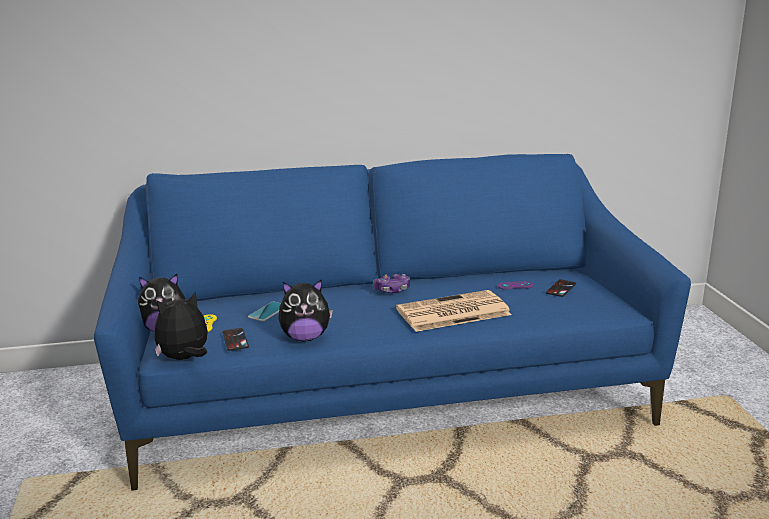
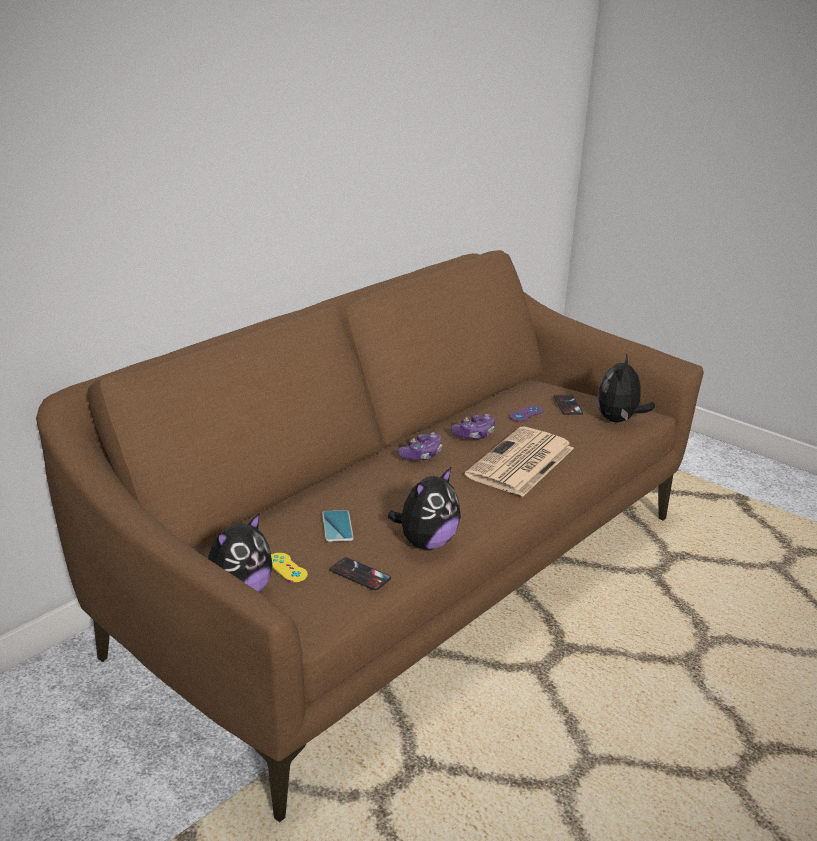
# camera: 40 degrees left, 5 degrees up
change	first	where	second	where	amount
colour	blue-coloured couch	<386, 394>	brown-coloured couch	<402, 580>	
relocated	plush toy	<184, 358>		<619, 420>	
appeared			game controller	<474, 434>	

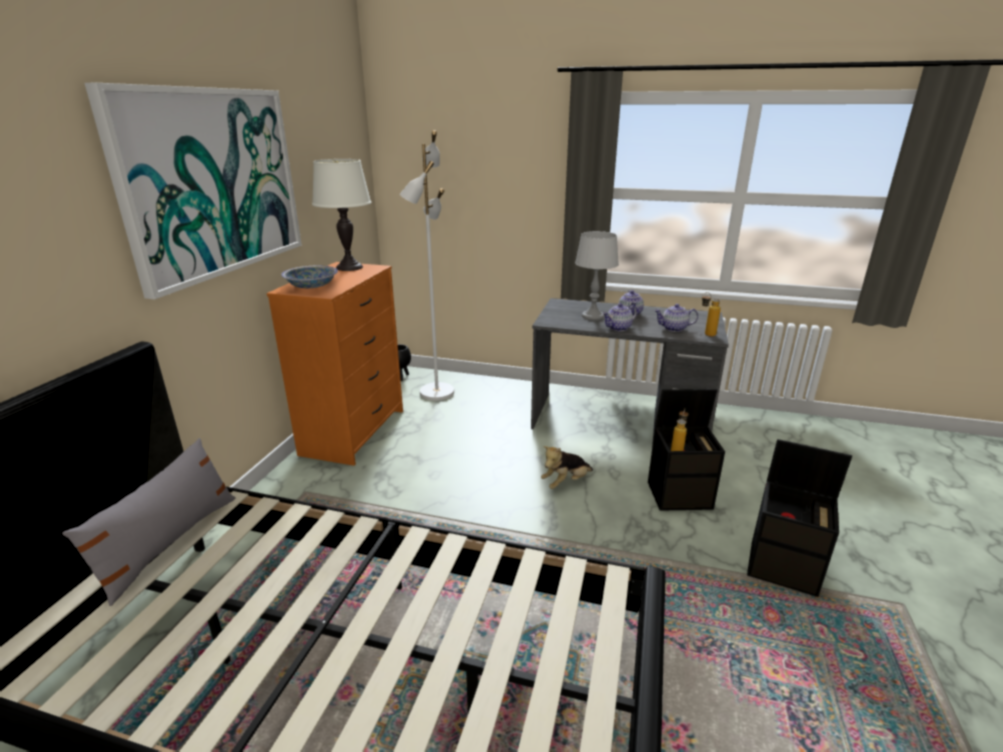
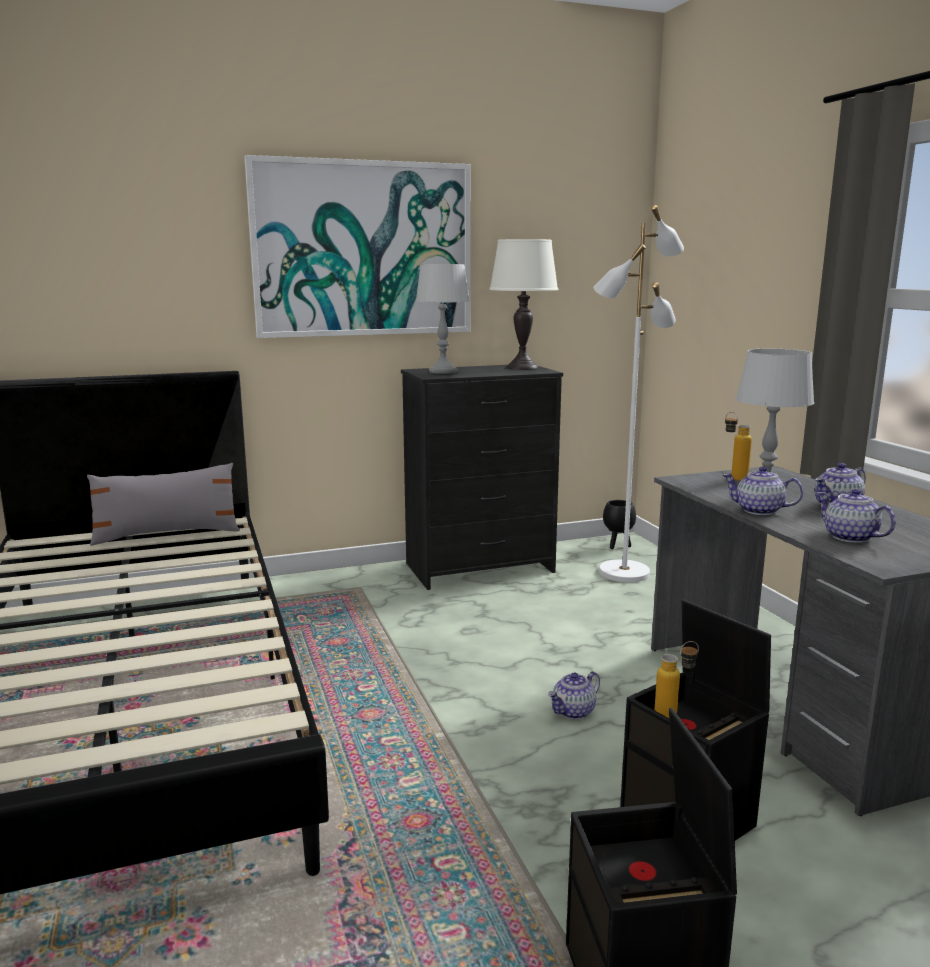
# camera: 55 degrees right, 10 degrees down
change	first	where	second	where	amount
colour	orangey chest of drawers	<354, 432>	black-coloured chest of drawers	<480, 568>	
exchanged	bowl	<311, 286>	gray tabletop lamp	<442, 371>	
relocated	bottle	<705, 334>		<733, 477>	
exchanged	plush toy	<565, 482>	teapot	<573, 712>	

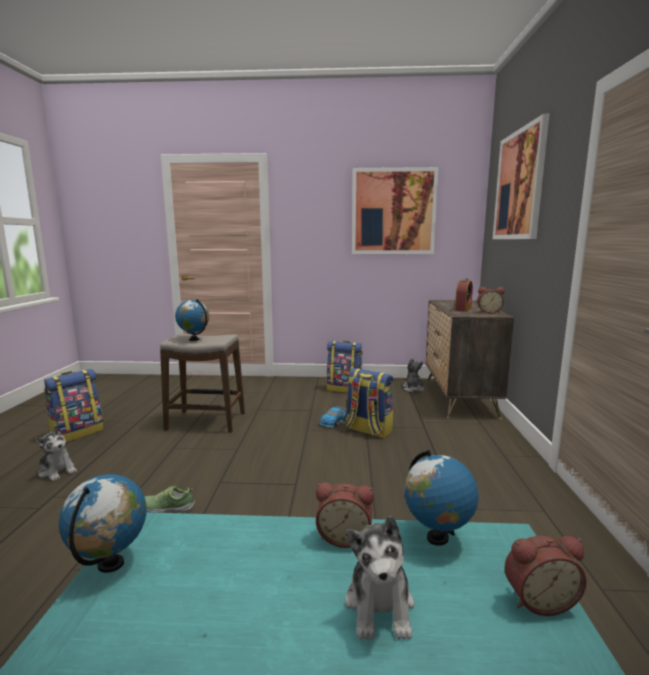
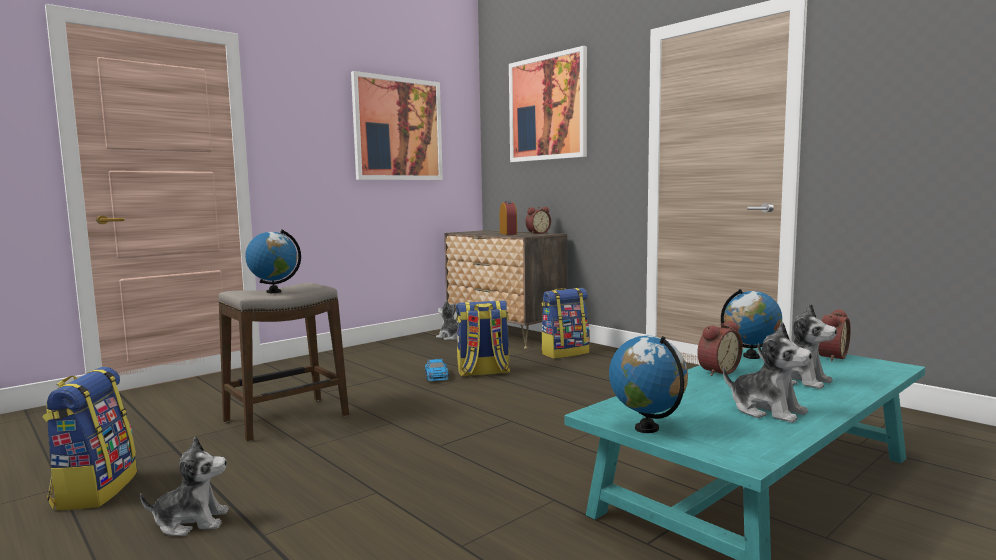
# camera: 45 degrees left, 5 degrees down
change	first	where	second	where	amount
relocated	rucksack	<344, 389>		<565, 353>	
missing	low shoe	<167, 507>			
appeared			plush toy	<767, 410>	

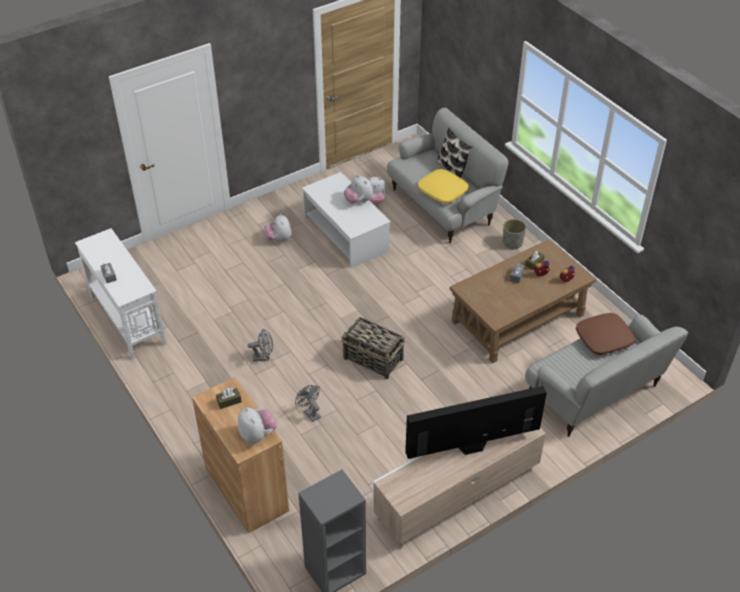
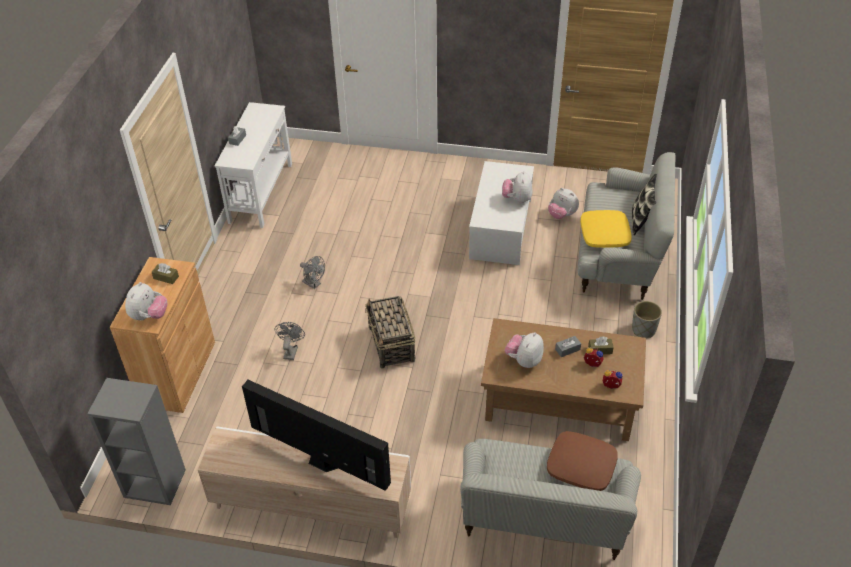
# camera: 45 degrees right, 0 degrees up
change	first	where	second	where	amount
relocated	plush toy	<279, 239>		<524, 360>	

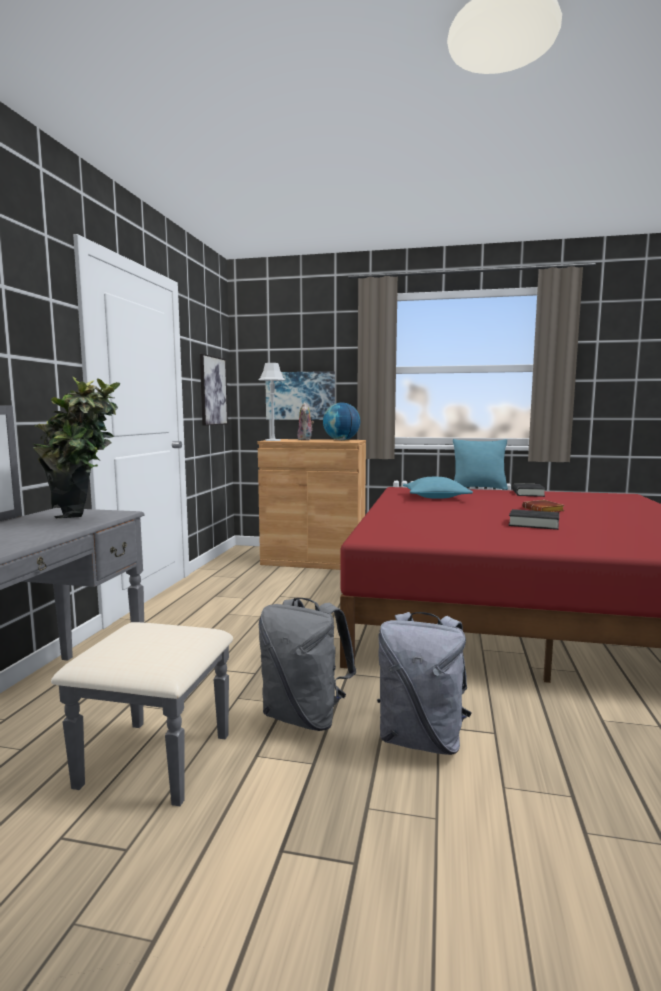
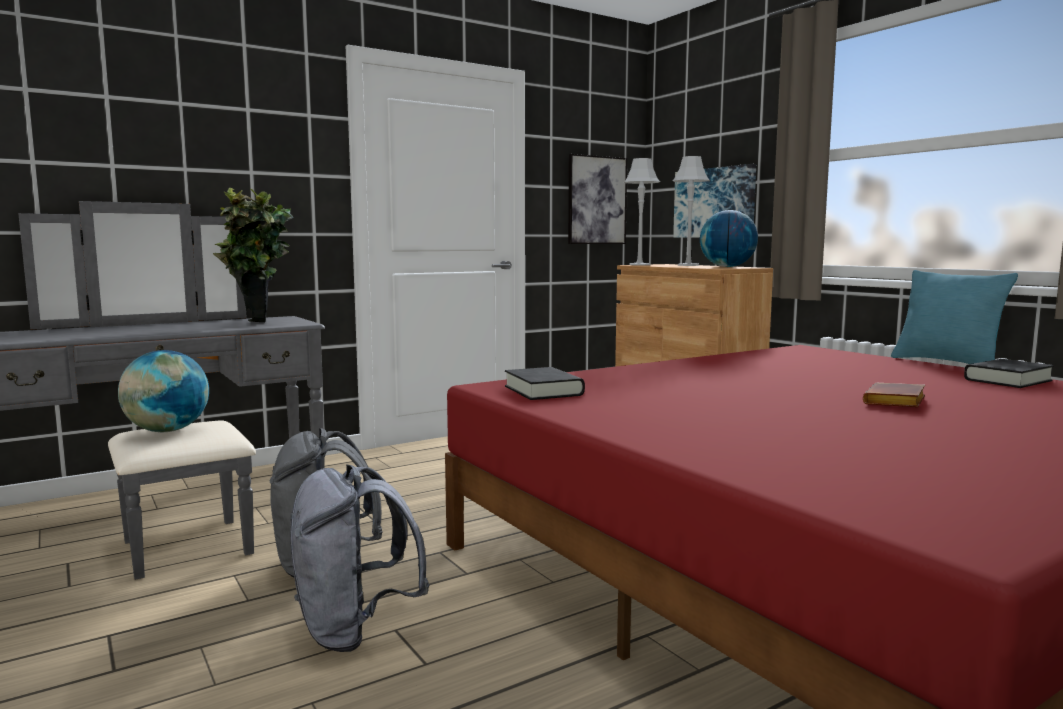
# camera: 45 degrees right, 0 degrees up
change	first	where	second	where	amount
exchanged	plush toy	<305, 439>	gray tabletop lamp	<688, 265>	
missing	turquoise cushion	<436, 497>			
relocated	black-coloured bound book	<533, 524>		<543, 391>	
appeared			desk globe	<167, 431>	

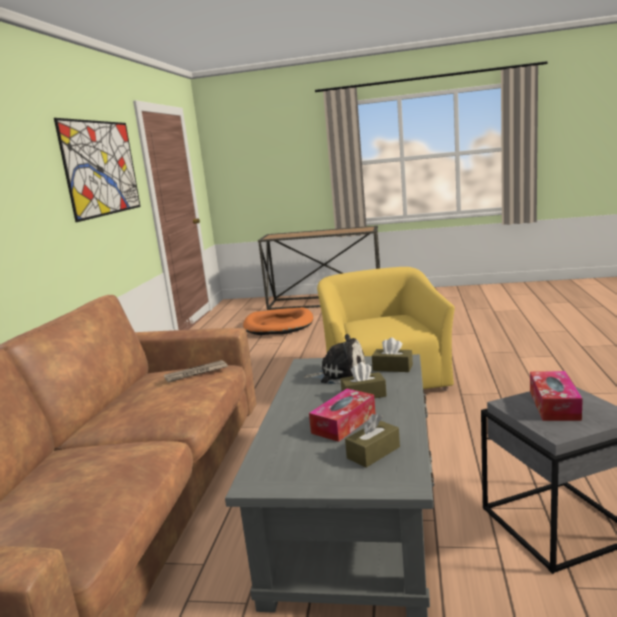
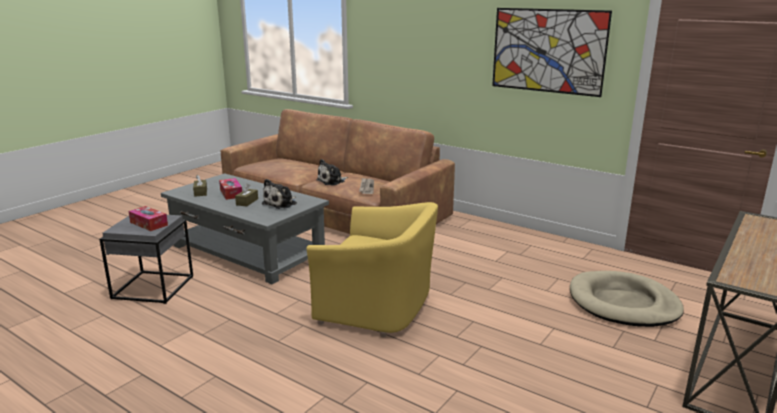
# camera: 115 degrees right, 5 degrees up
change	first	where	second	where	amount
colour	orangey dog cushion	<279, 325>	beige-coloured dog cushion	<623, 303>	
missing	brown-coloured tissue box	<392, 367>			
appeared			plush toy	<332, 181>	

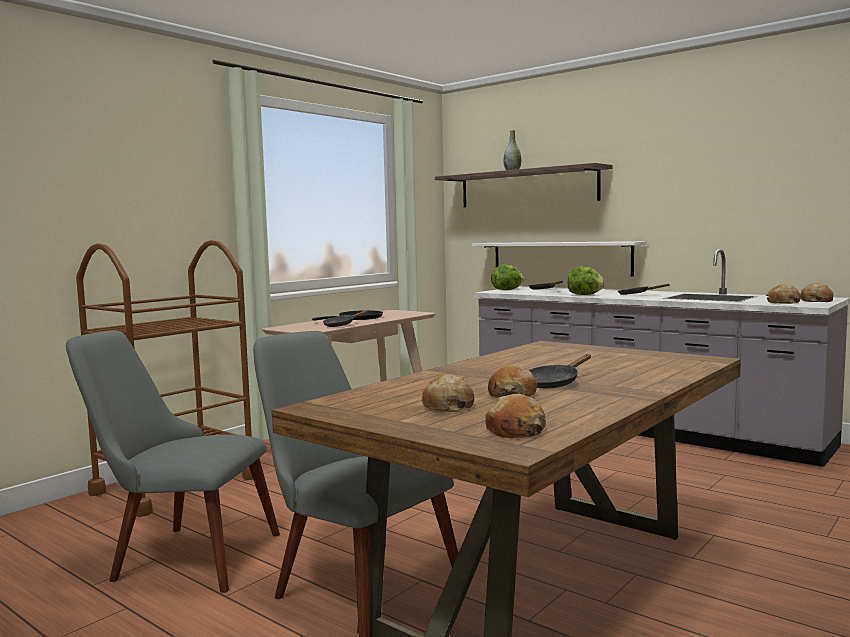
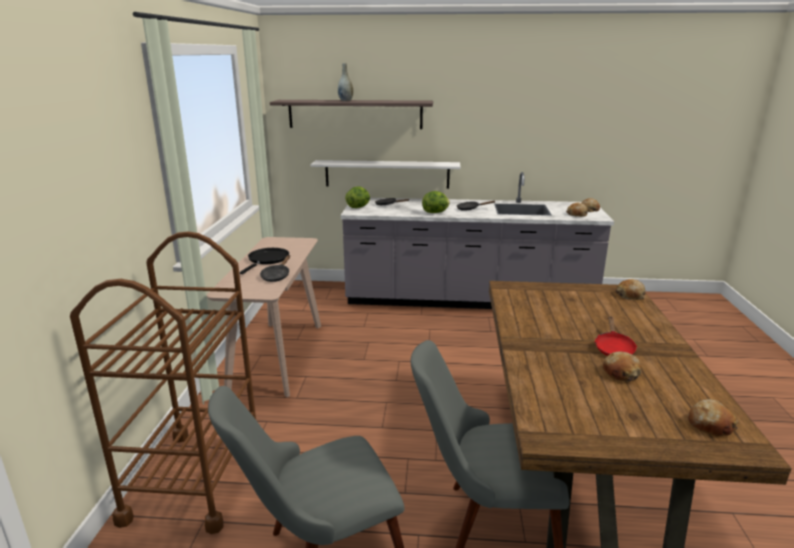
# camera: 35 degrees left, 15 degrees up
change	first	where	second	where	amount
colour	black-coloured frying pan	<554, 383>	reddish frying pan	<613, 348>	
relocated	bakery bread	<447, 406>		<630, 295>	

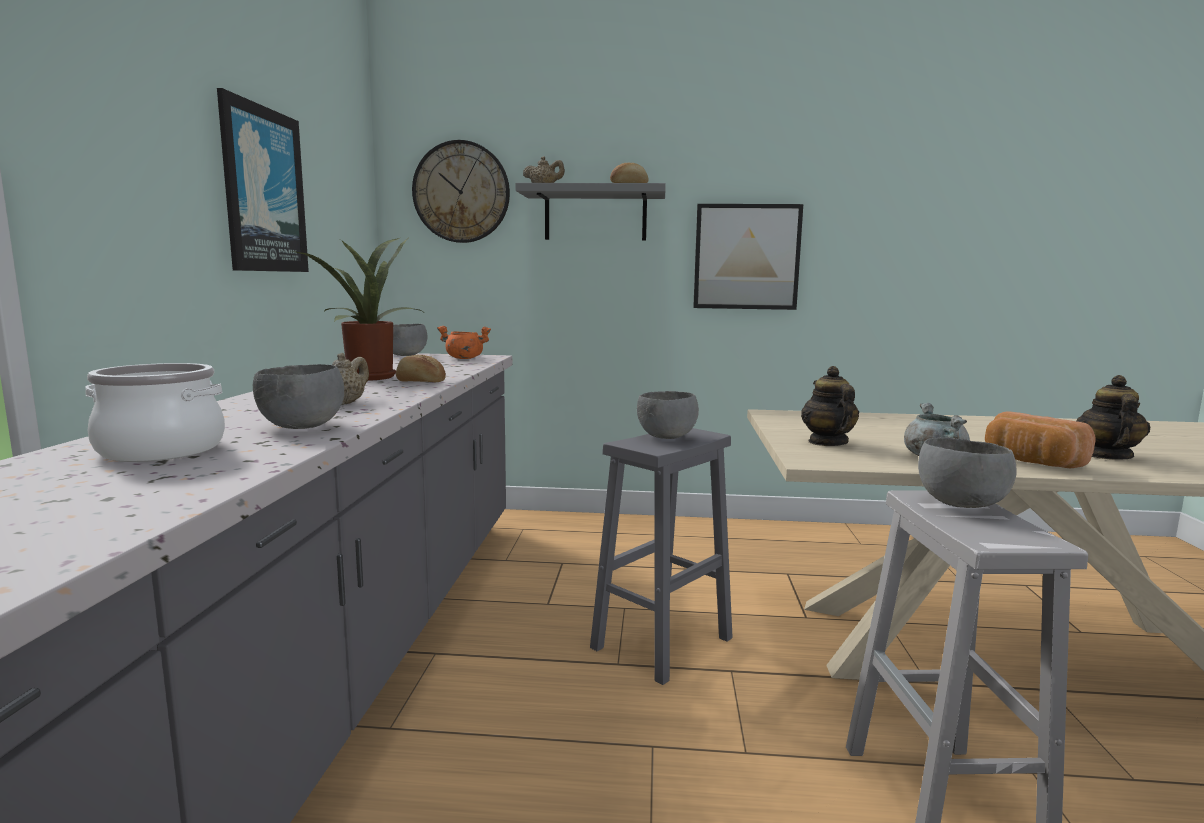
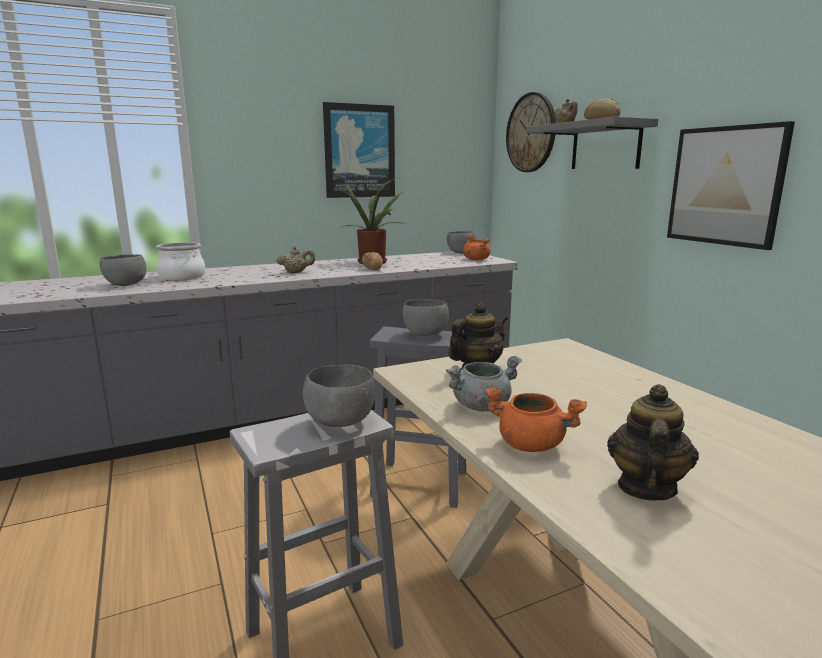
# camera: 60 degrees right, 5 degrees up
change	first	where	second	where	amount
relocated	gray bowl	<301, 427>		<125, 285>	
spun	teapot	<1107, 456>		<645, 487>	60 degrees counterclockwise
exchanged	bakery bread	<1030, 462>	orangey cooking pot	<531, 444>	

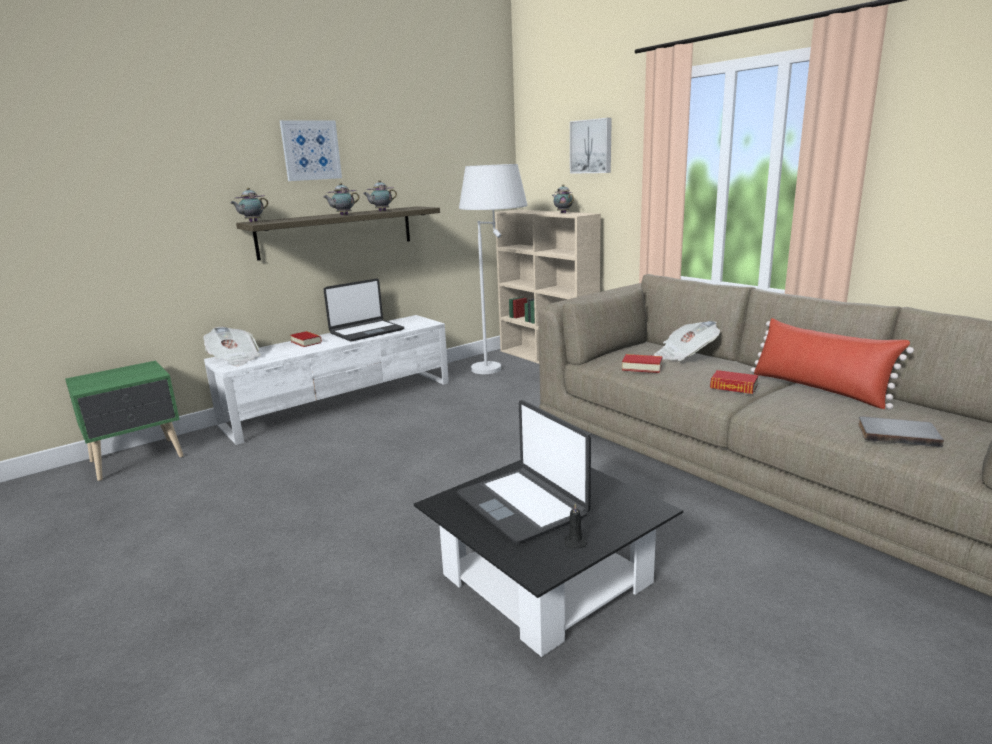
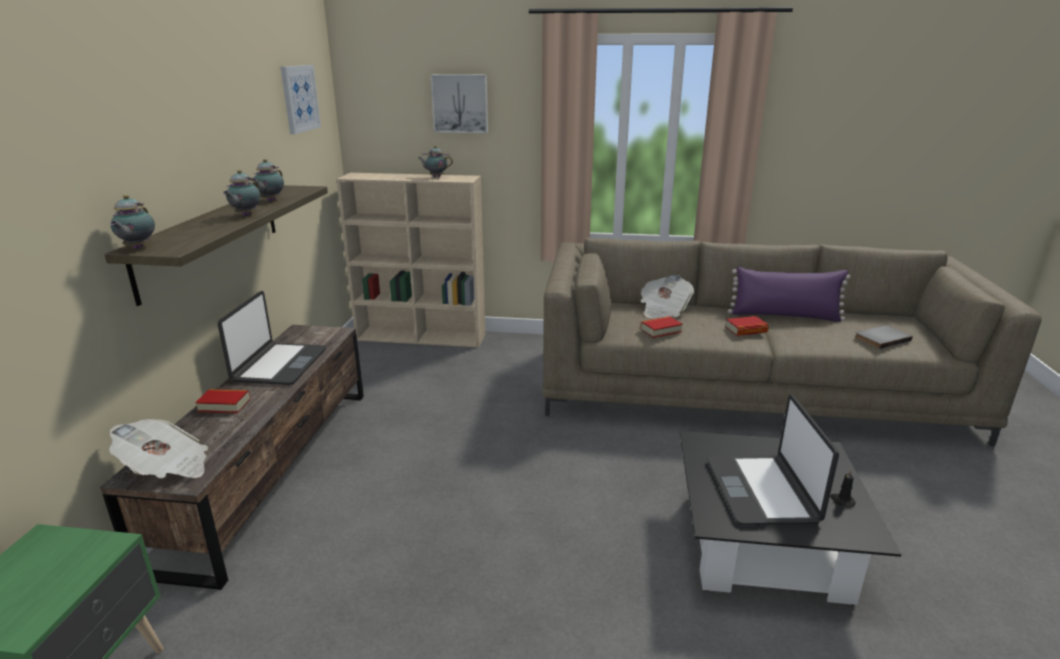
# camera: 45 degrees left, 5 degrees up
change	first	where	second	where	amount
relocated	wall picture	<311, 150>		<299, 98>	
missing	white standard lamp	<500, 372>			
colour	white tv stand	<342, 403>	brown-coloured tv stand	<272, 468>	
colour	reddish cushion	<818, 389>	purple-coloured cushion	<785, 316>	
spun	laptop	<523, 505>		<762, 491>	75 degrees clockwise

